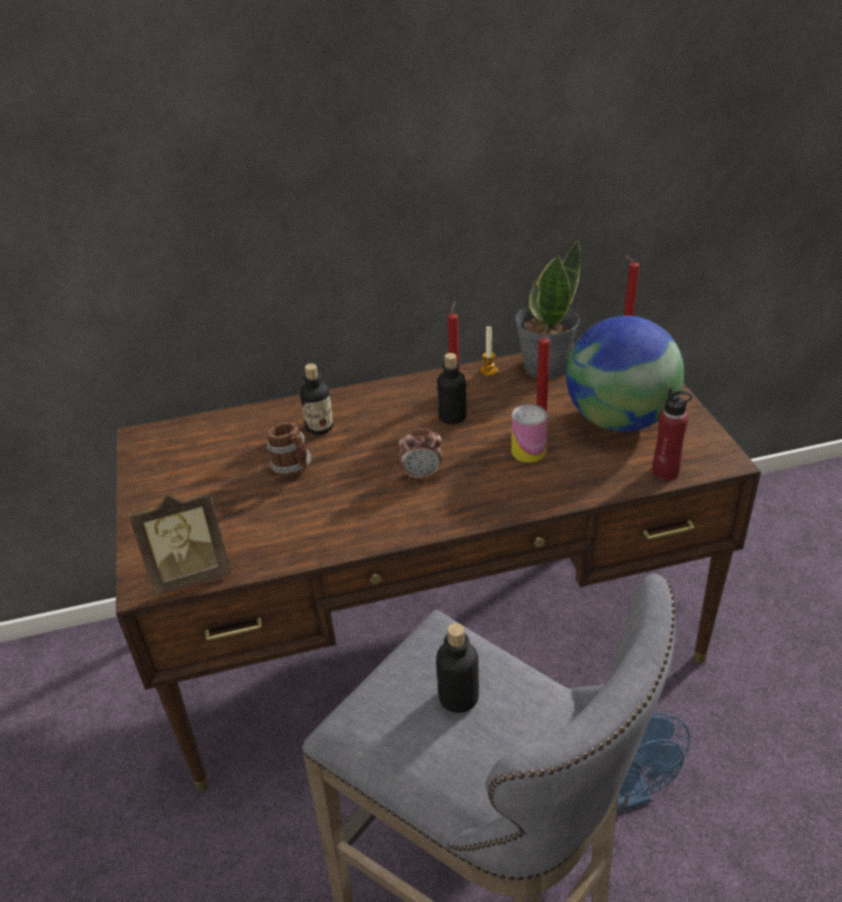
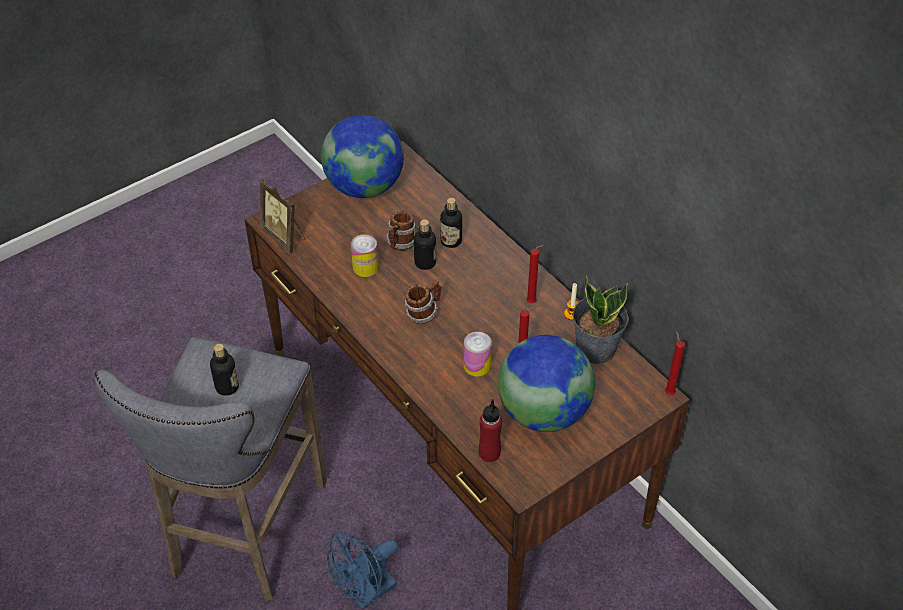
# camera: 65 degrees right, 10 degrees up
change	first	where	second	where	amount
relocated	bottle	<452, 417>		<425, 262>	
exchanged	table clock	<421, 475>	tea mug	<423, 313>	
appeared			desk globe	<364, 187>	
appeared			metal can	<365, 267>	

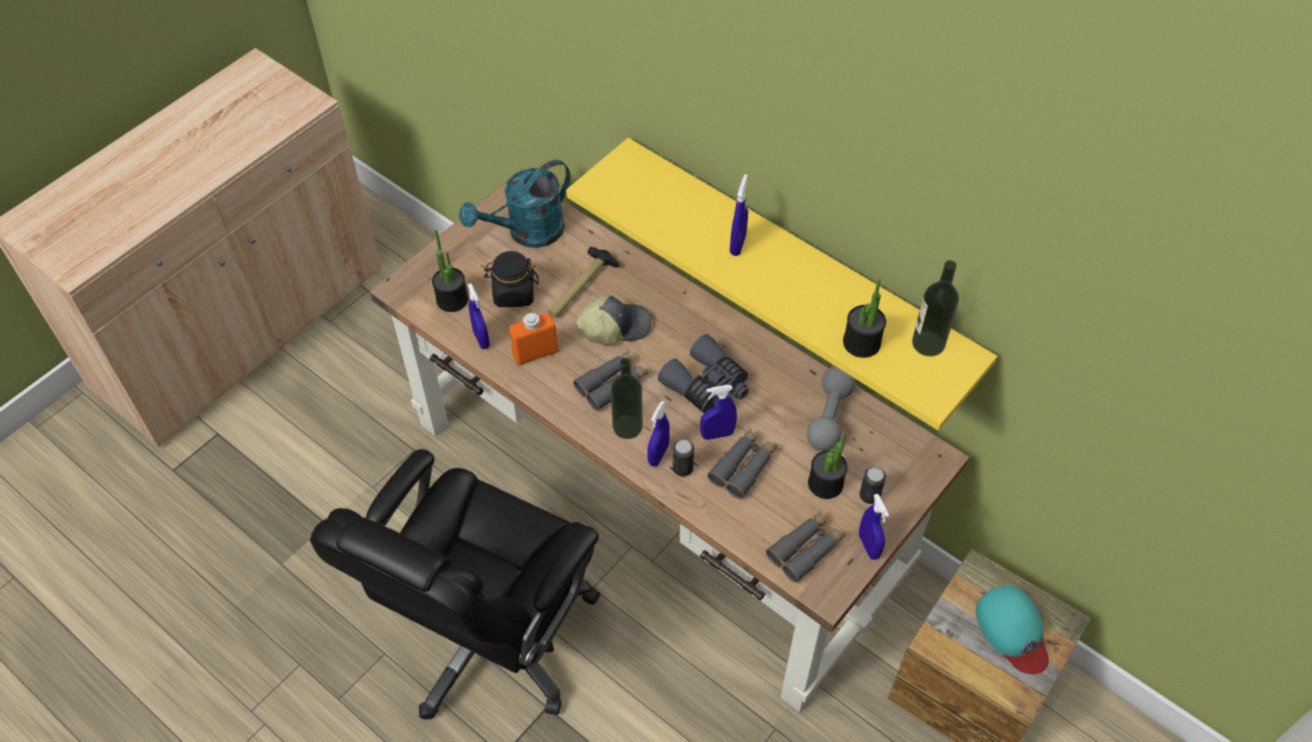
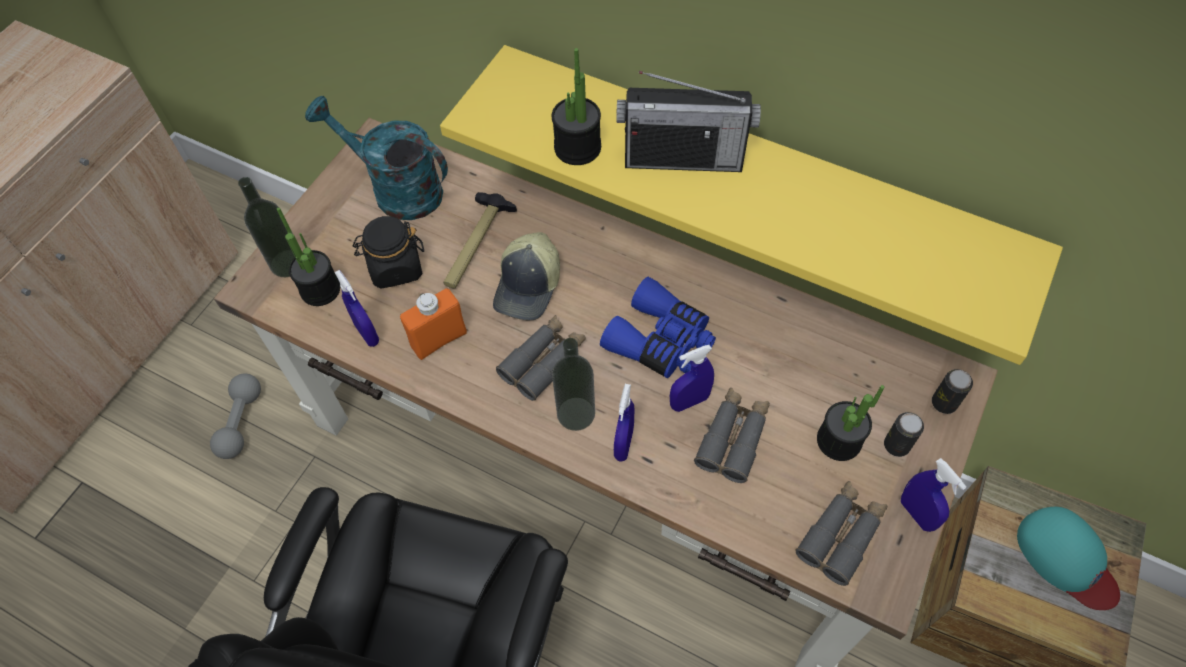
# camera: 10 degrees left, 5 degrees up
change	first	where	second	where	amount
spun	turquoise watering can	<527, 233>		<396, 189>	75 degrees clockwise
exchanged	blue-coloured spray bottle	<737, 245>	radio set	<683, 159>	
relocated	bottle	<928, 343>		<287, 263>	
relocated	plant in a pot	<861, 343>		<577, 148>	
spun	peaked cap	<614, 326>		<529, 286>	135 degrees clockwise
colour	gray pair of binoculars	<708, 386>	blue-coloured pair of binoculars	<661, 341>	
relocated	gray hand weight	<829, 416>		<241, 422>	
relocated	metal can	<683, 468>		<944, 403>	

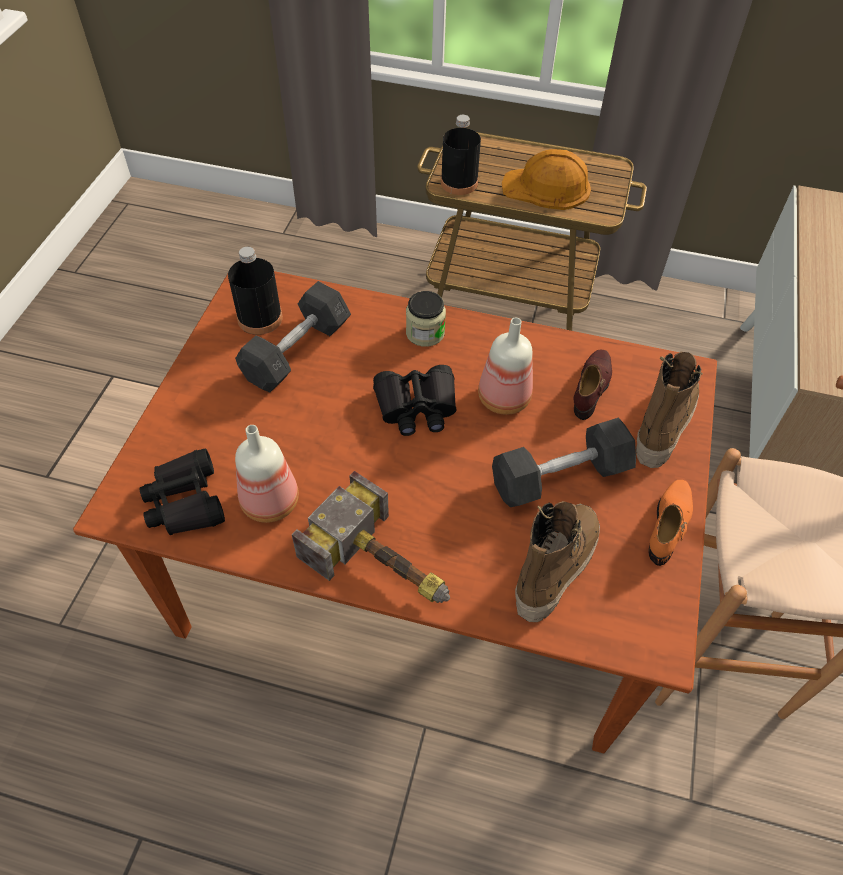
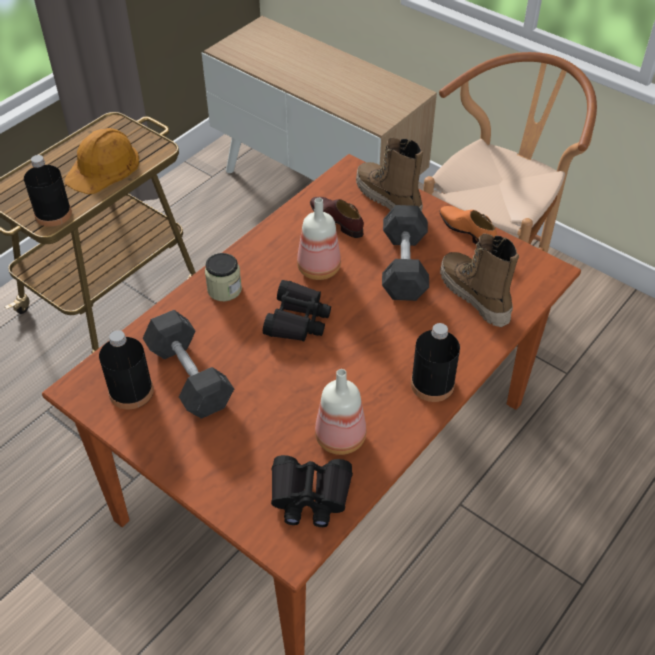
# camera: 65 degrees left, 5 degrees down
change	first	where	second	where	amount
exchanged	hammer	<385, 566>	black-coloured bottle	<432, 384>	

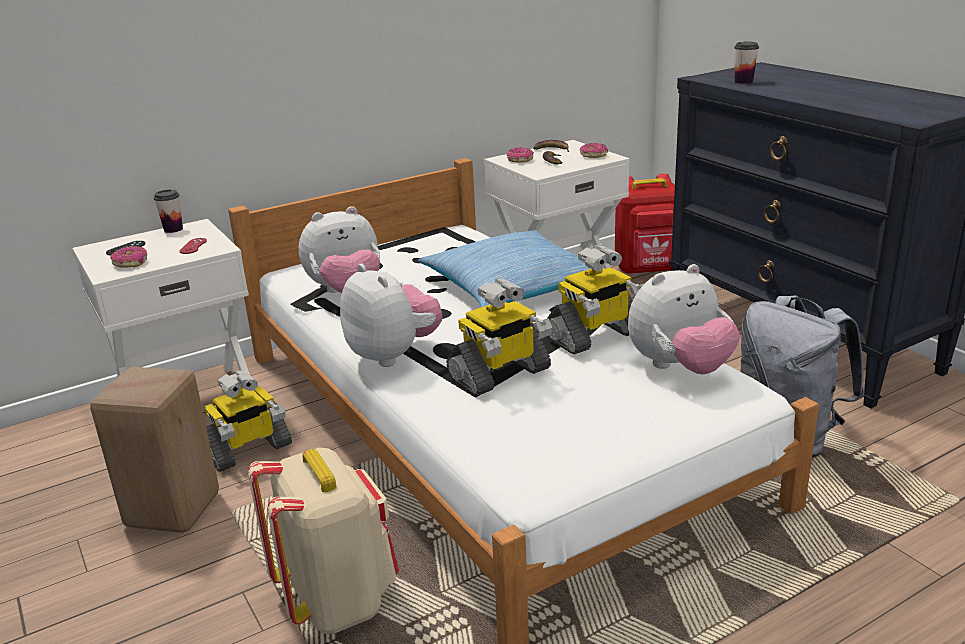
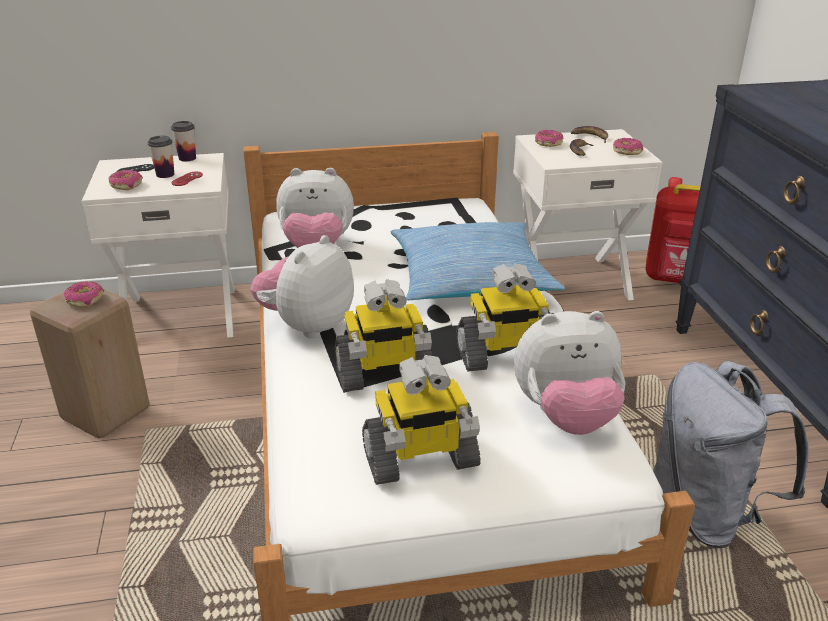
# camera: 20 degrees right, 5 degrees up
change	first	where	second	where	amount
relocated	cup	<743, 82>		<165, 174>	
spun	plush toy	<393, 355>		<307, 325>	135 degrees counterclockwise
relocated	robot figure	<248, 450>		<420, 459>	
missing	beige-coloured rucksack	<338, 600>			
appeared			ring doughnut	<85, 299>	

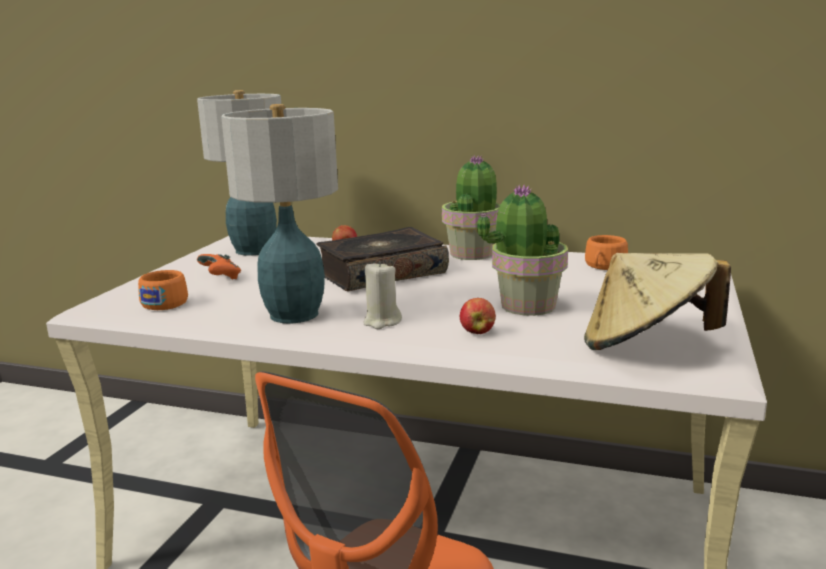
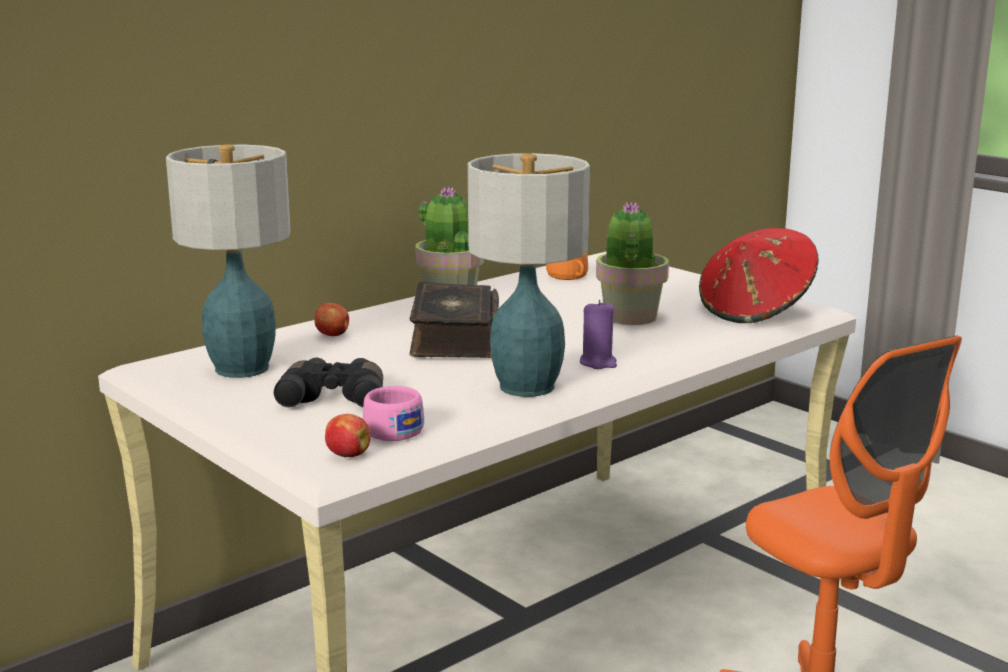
# camera: 60 degrees left, 0 degrees up
change	first	where	second	where	amount
colour	beige-coloured clothing hat	<646, 345>	reddish clothing hat	<756, 311>	
exchanged	orangey game controller	<221, 278>	black-coloured pair of binoculars	<334, 397>	
colour	beige-coloured candle	<382, 322>	purple-coloured candle	<598, 363>	
colour	orangey cup	<168, 302>	pink cup	<389, 430>	
relocated	apple	<477, 332>		<347, 455>	

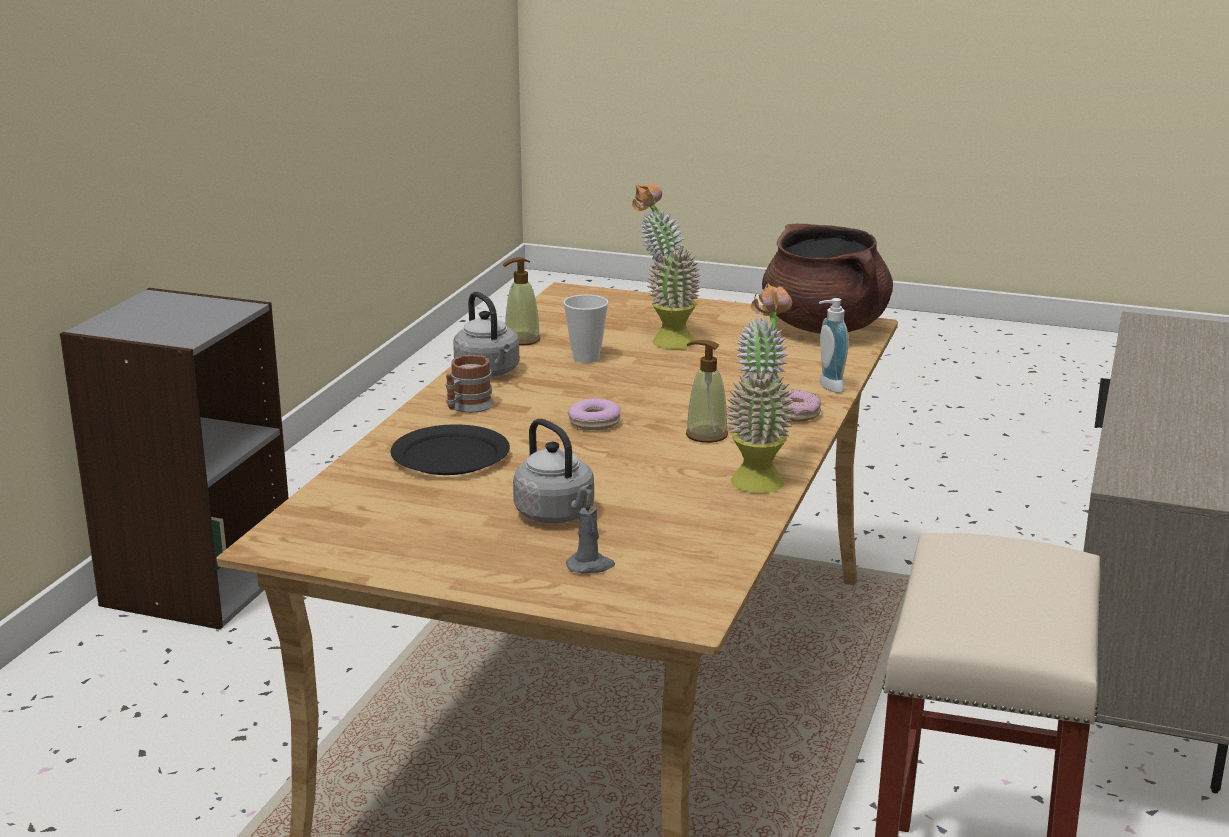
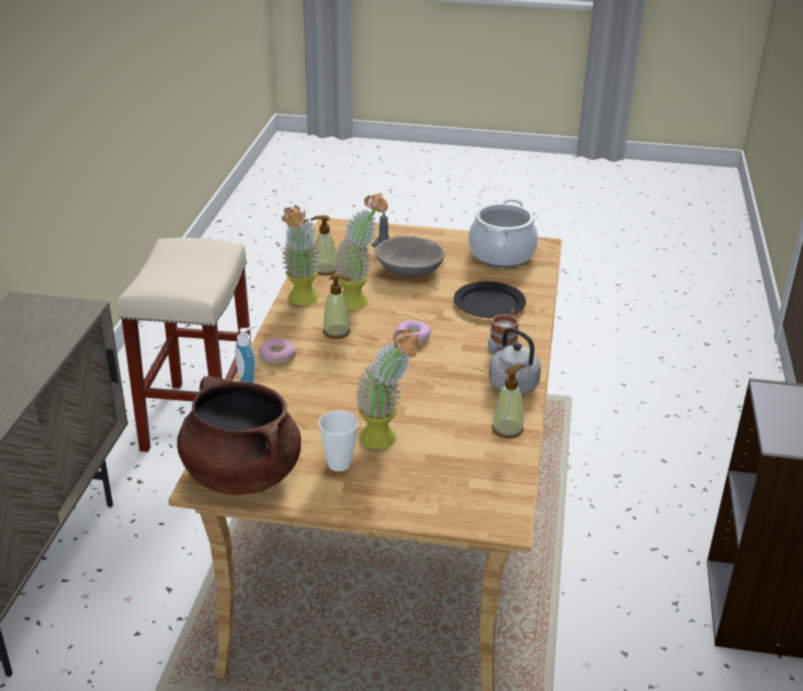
# camera: 170 degrees right, 10 degrees up
change	first	where	second	where	amount
relocated	cup	<586, 358>		<339, 464>	
exchanged	gray kettle	<557, 515>	gray bowl	<409, 269>	
appeared			plant in a pot	<360, 299>	
appeared			cooking pot	<502, 254>	
appeared			soap bottle	<325, 269>	

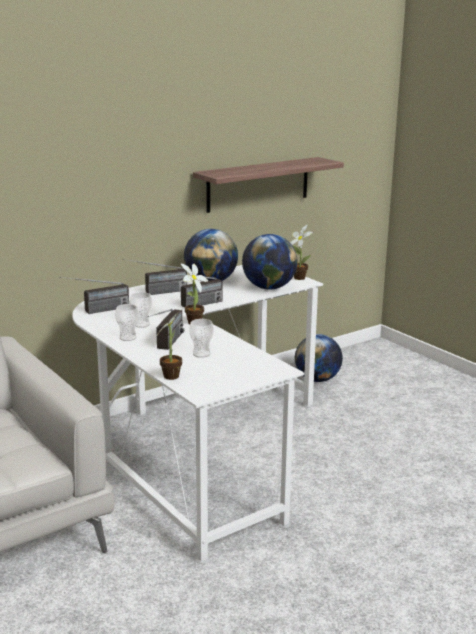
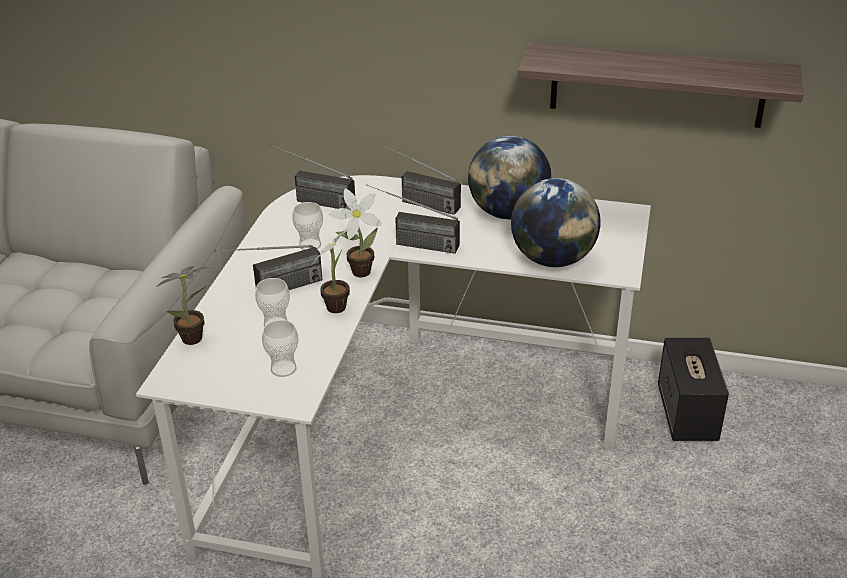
# camera: 50 degrees right, 15 degrees up
change	first	where	second	where	amount
relocated	plant in a pot	<298, 277>		<338, 305>	
relocated	cup	<128, 338>		<283, 368>	
exchanged	desk globe	<317, 379>	speaker	<687, 414>	

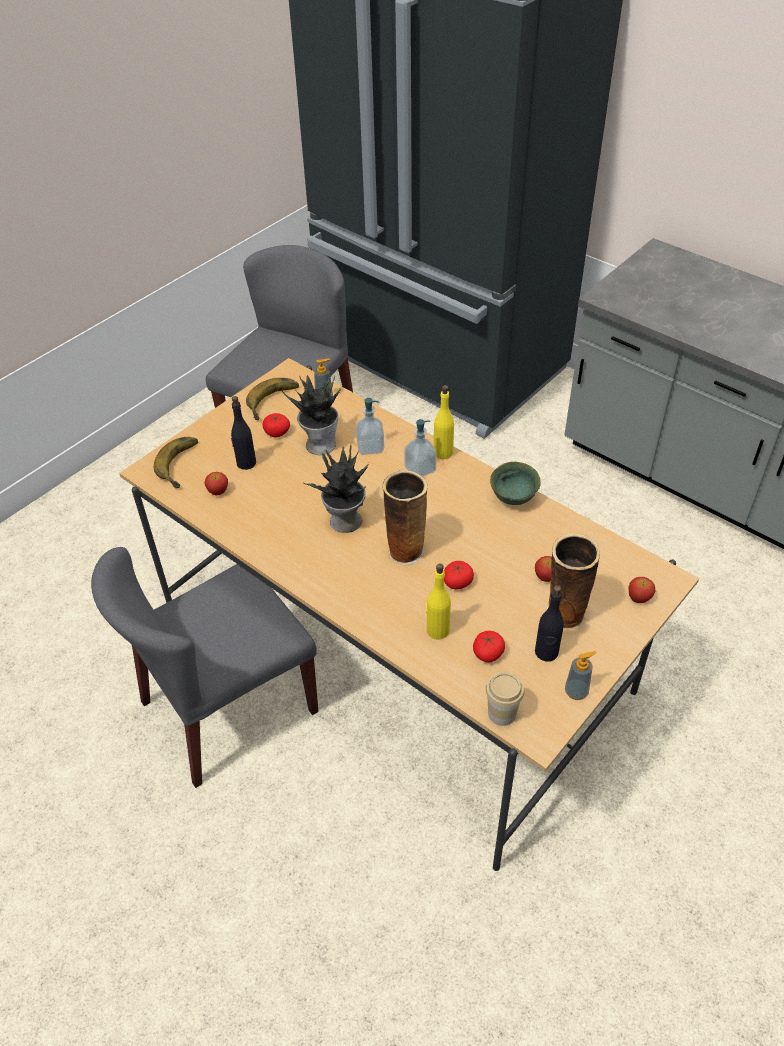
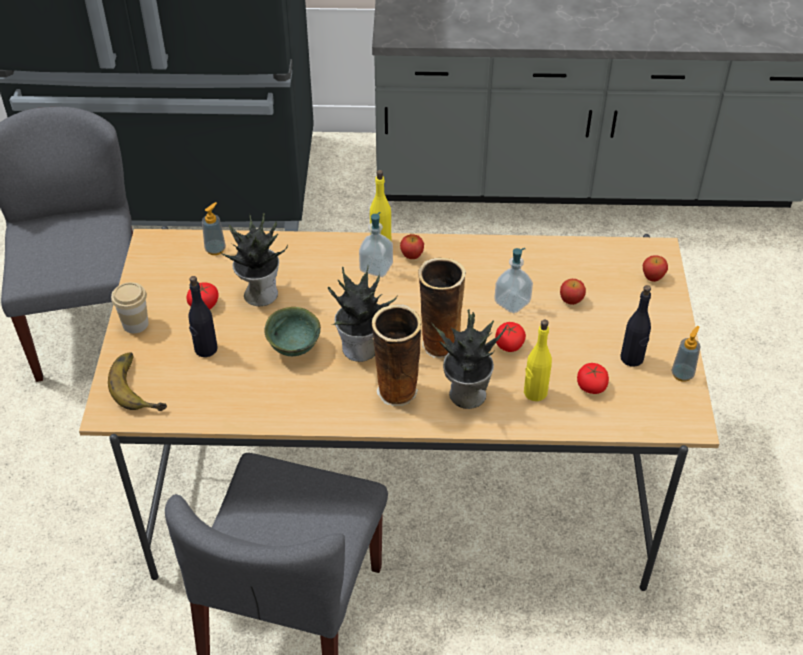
# camera: 40 degrees left, 0 degrees up
change	first	where	second	where	amount
missing	banana fruit	<275, 402>			
relocated	soap bottle	<370, 447>		<512, 302>	
relocated	green-coloured bowl	<514, 498>		<295, 347>	
relocated	apple	<218, 491>		<412, 255>	
relocated	decorative vase	<564, 616>		<396, 393>	
relocated	cup	<502, 713>		<135, 324>	
appeared			plant in a pot	<465, 394>	

